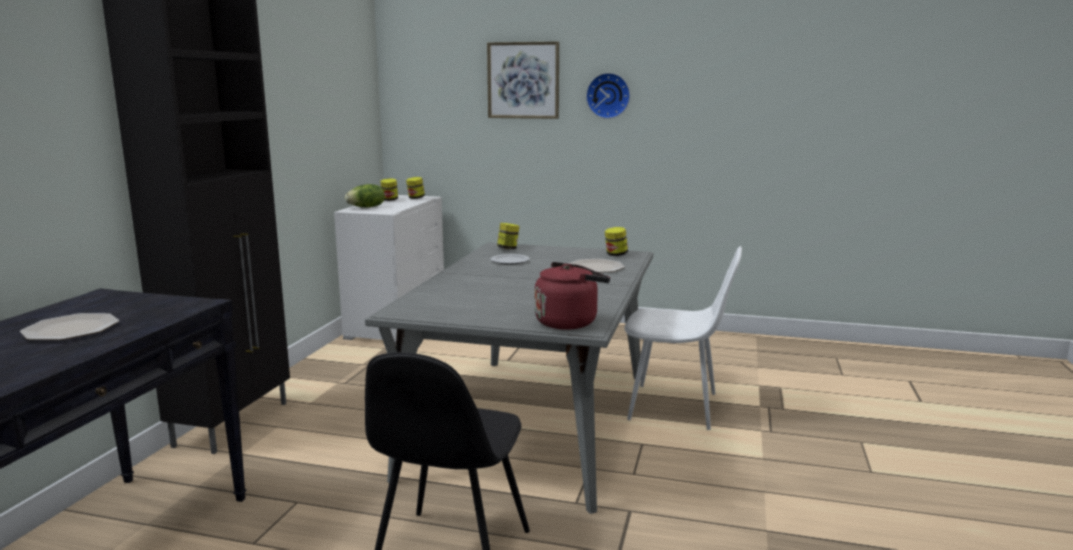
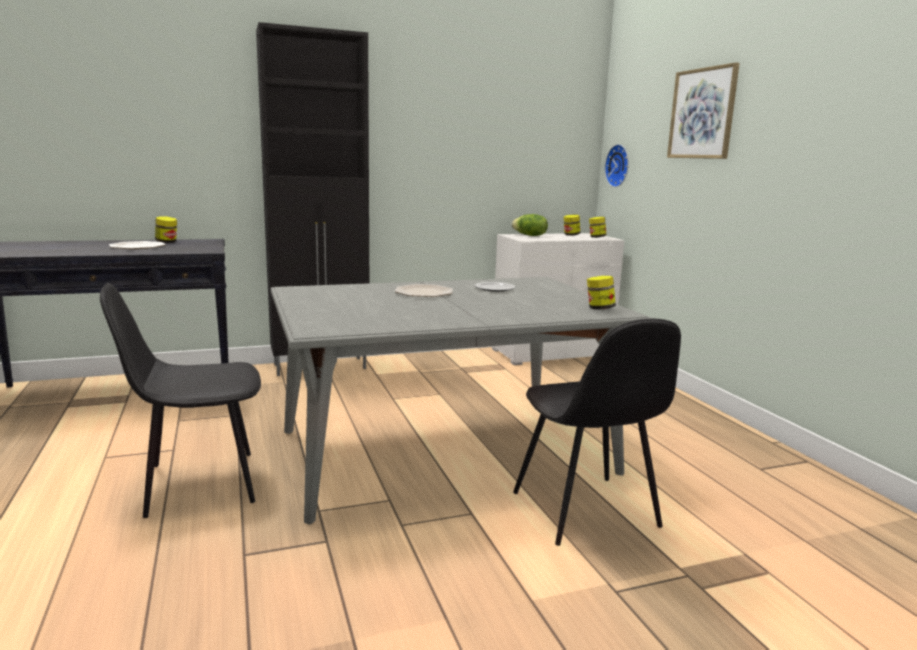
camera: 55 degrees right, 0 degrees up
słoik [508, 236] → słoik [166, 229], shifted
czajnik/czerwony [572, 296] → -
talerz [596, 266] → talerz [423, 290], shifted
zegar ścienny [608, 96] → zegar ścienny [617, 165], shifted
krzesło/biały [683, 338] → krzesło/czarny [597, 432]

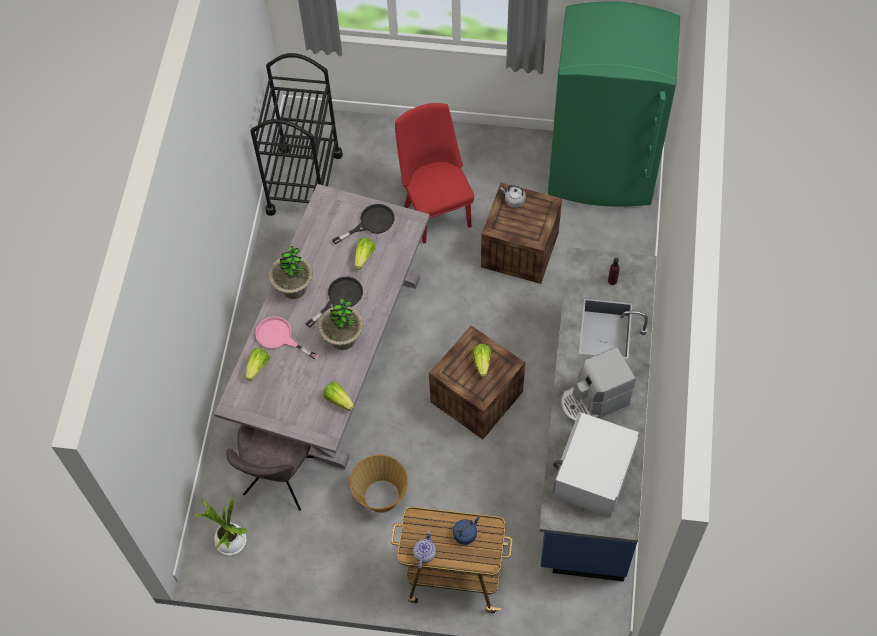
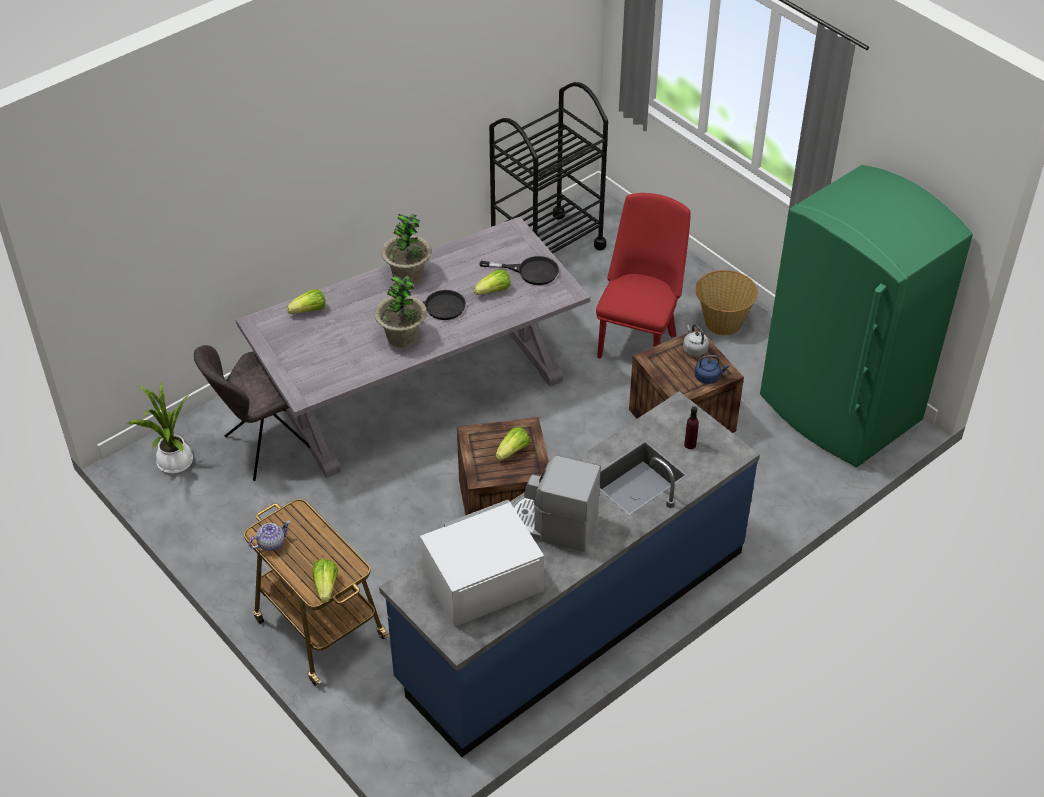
camera: 40 degrees right, 15 degrees down
patelnia/różowy [287, 338] → -
sałata [338, 396] → sałata [325, 581], shifted
koszyk [379, 484] → koszyk [726, 302], shifted
czajnik/niebieski [466, 531] → czajnik/niebieski [712, 369], shifted

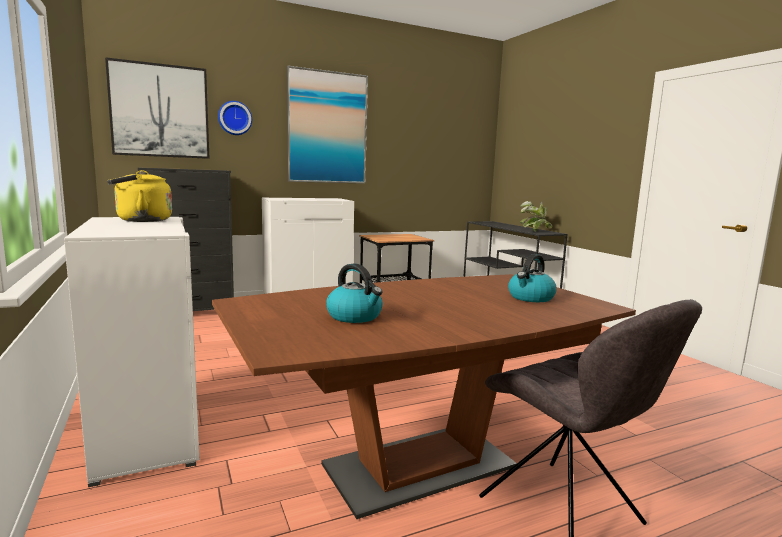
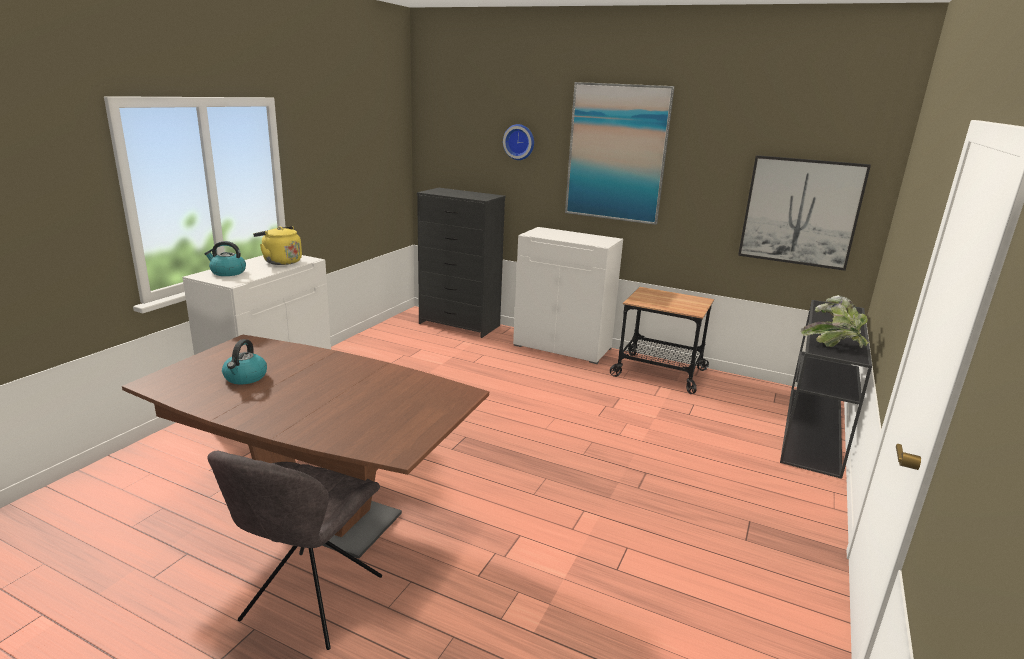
camera: 50 degrees right, 10 degrees up
obraz [157, 108] → obraz [804, 213], shifted
czajnik [532, 278] → czajnik [225, 258], shifted

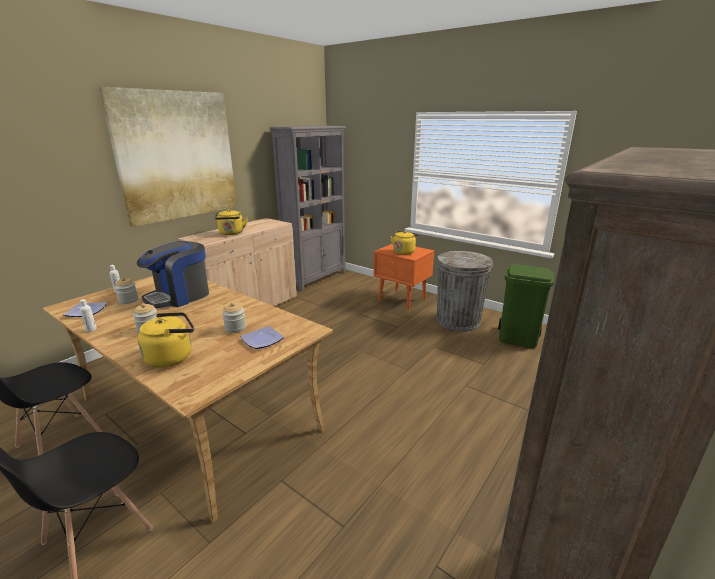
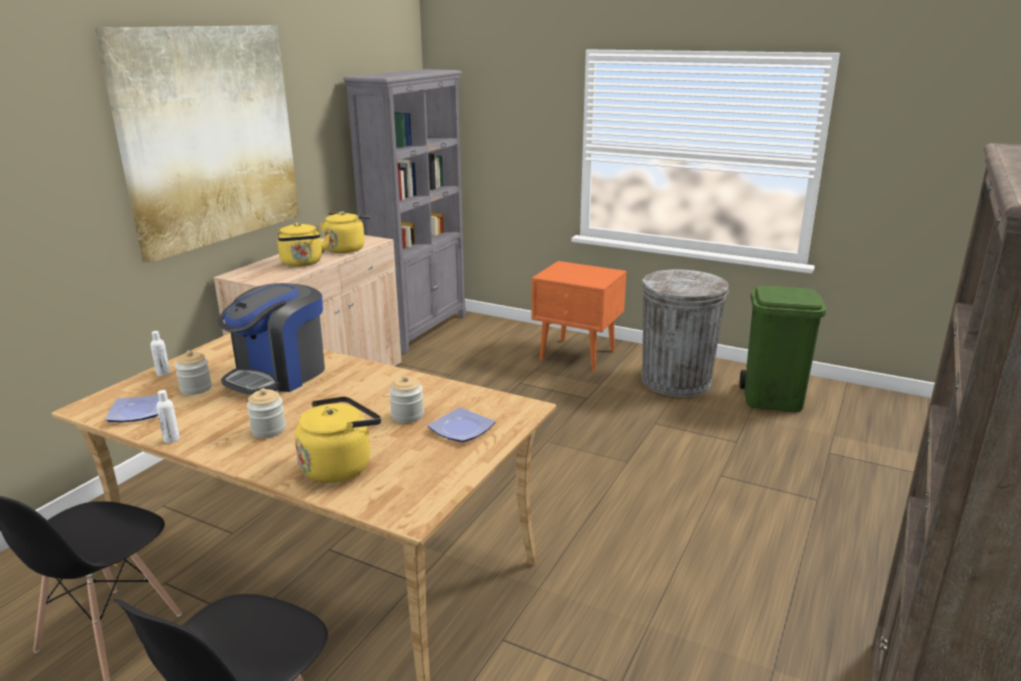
camera: 10 degrees left, 0 degrees up
czajnik/żółty [405, 243] → czajnik/żółty [345, 232], shifted

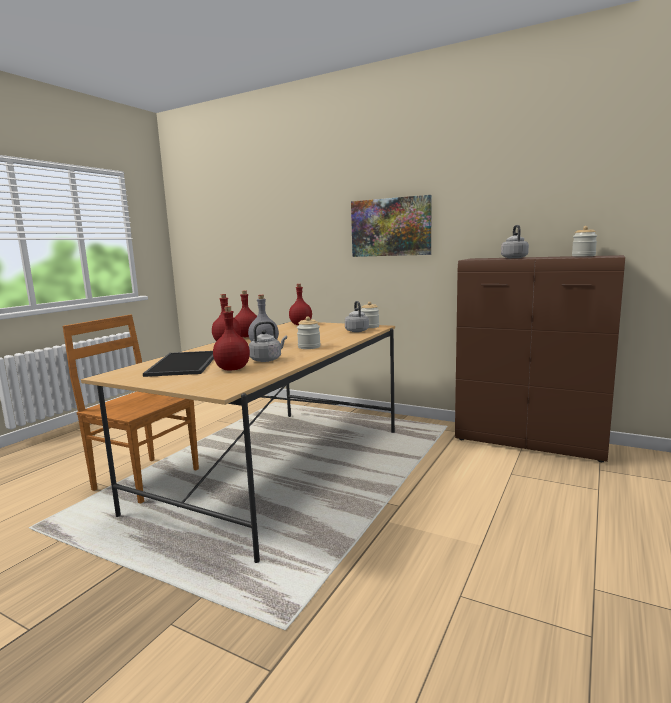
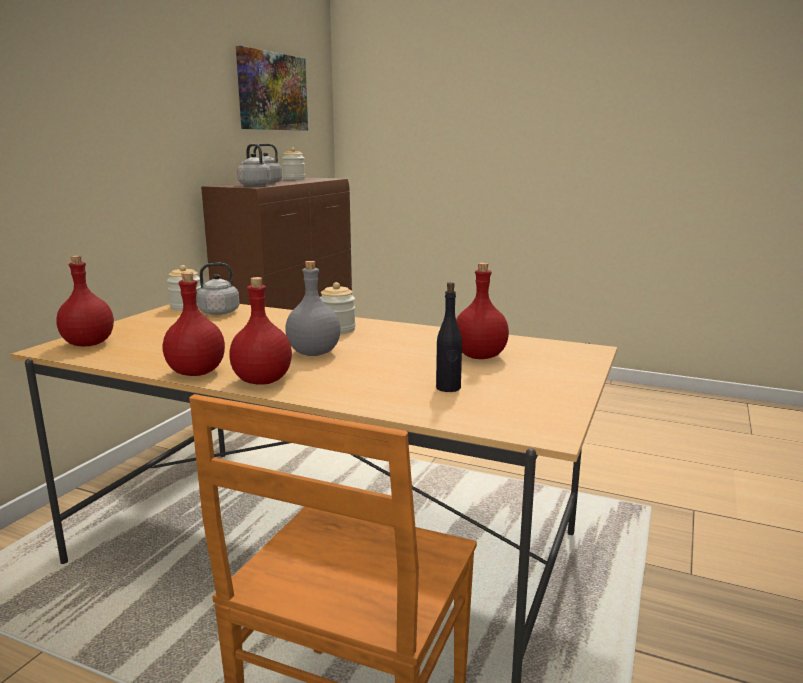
camera: 95 degrees left, 5 degrees up
taca [178, 364] → butelka/czarny [449, 337]
czajnik/szary [268, 341] → czajnik/szary [254, 165], shifted
obraz [391, 226] → obraz [272, 88], shifted

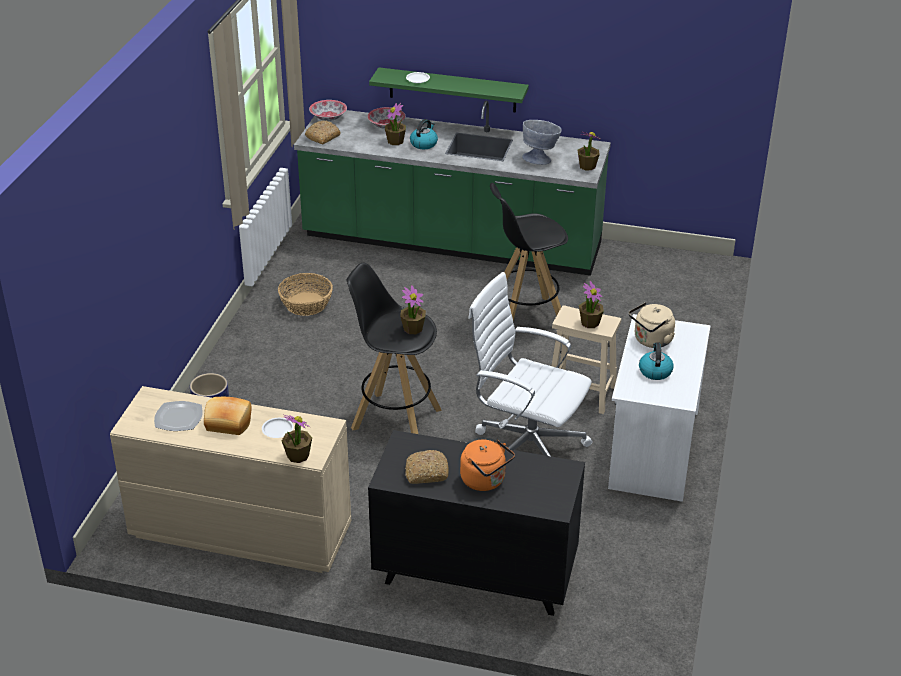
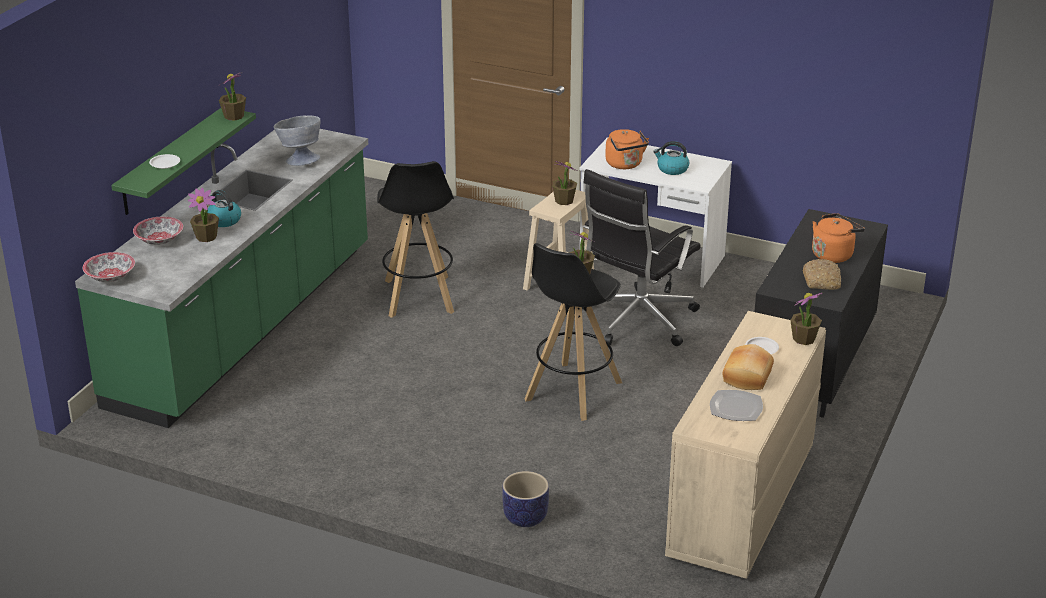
camera: 80 degrees left, 5 degrees down
koszyk [305, 294] → -
chleb [322, 132] → -
krzesło biurowe/biały [530, 364] → krzesło biurowe/czarny [641, 257]
roślina doniczkowa [589, 151] → roślina doniczkowa [232, 96], shifted
czajnik/beżowy [652, 325] → czajnik/pomarańczowy [627, 149]

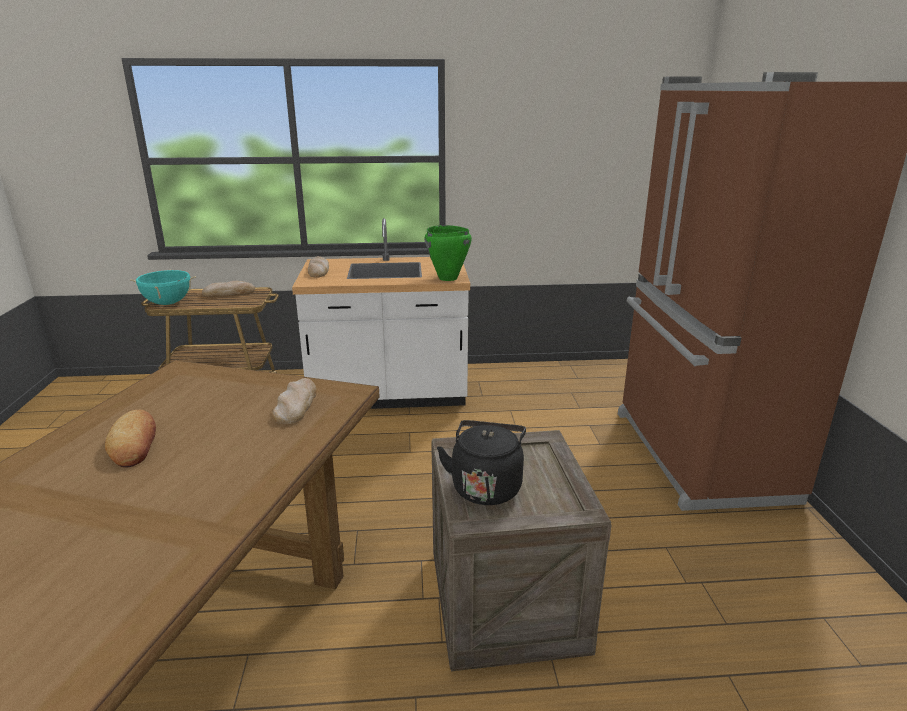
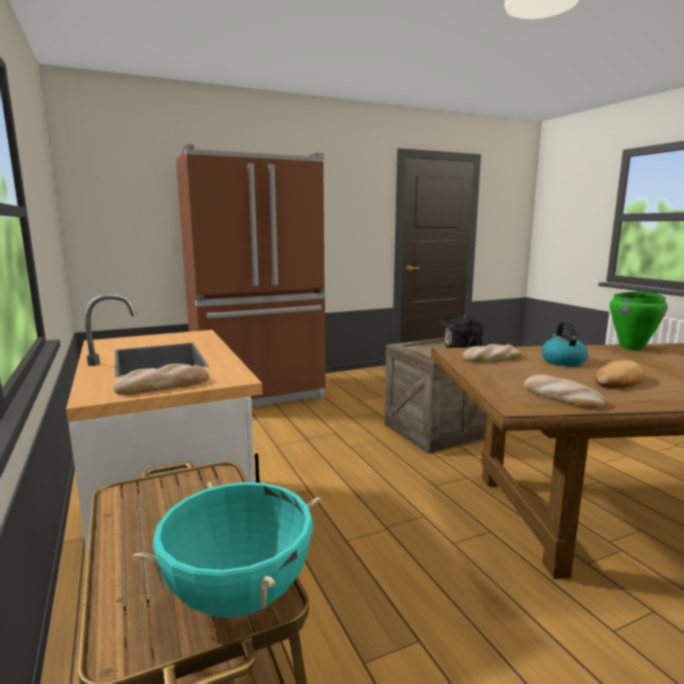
camera: 110 degrees left, 10 degrees down
chleb [228, 288] → chleb [564, 391], shifted
garnek/zielony [448, 253] → garnek/zielony [639, 321], shifted
- → czajnik [564, 344]

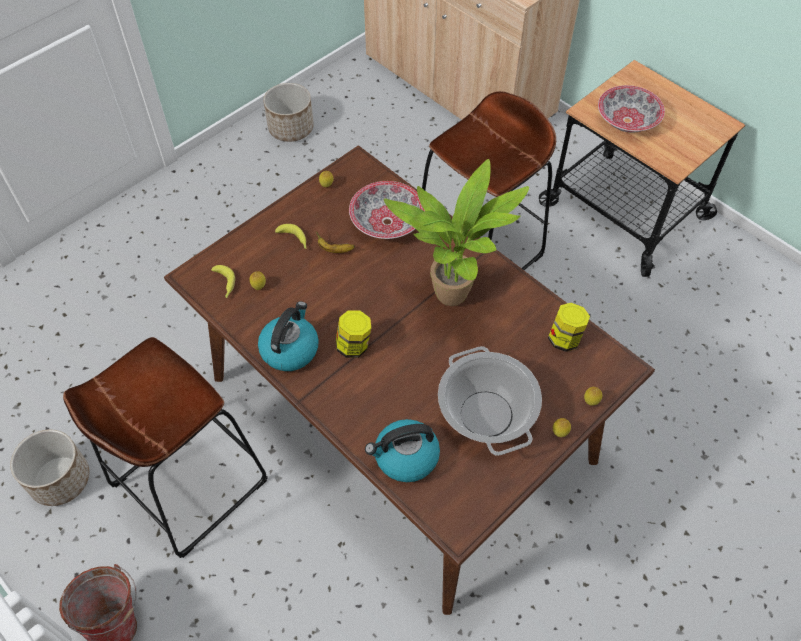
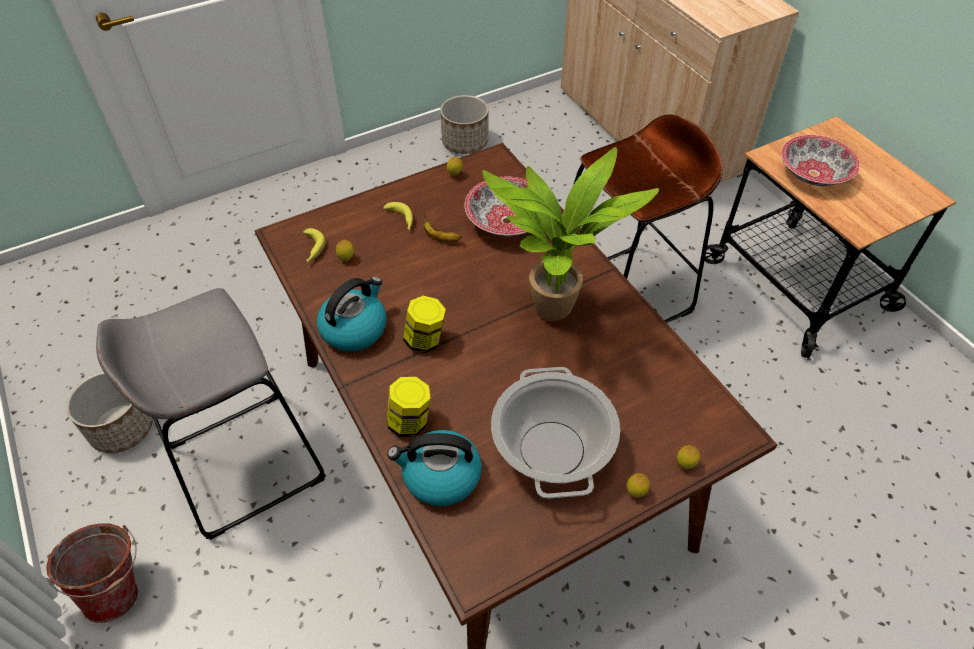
camera: 15 degrees right, 5 degrees down
stołek/brązowy [165, 447] → stołek/szary [211, 414]
słoik [569, 327] → słoik [408, 407], shifted

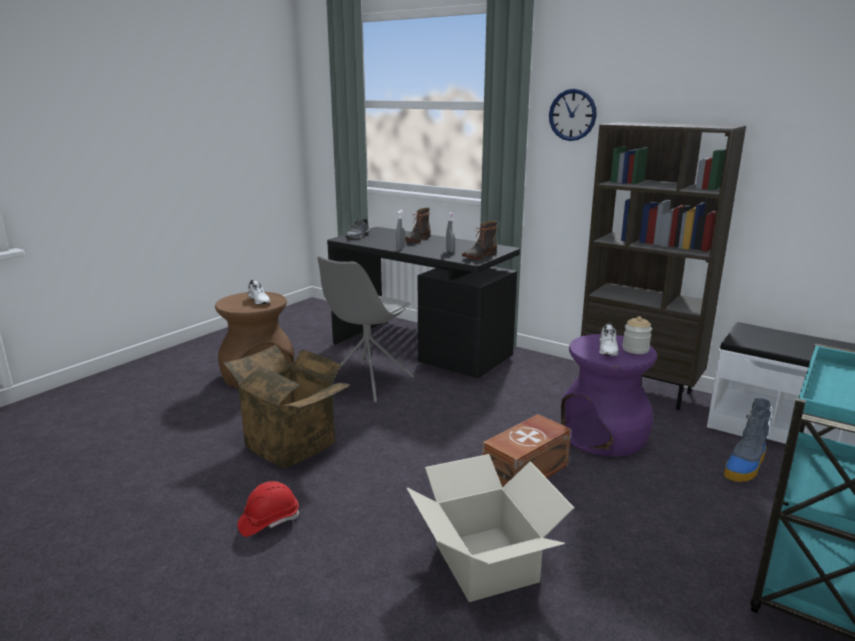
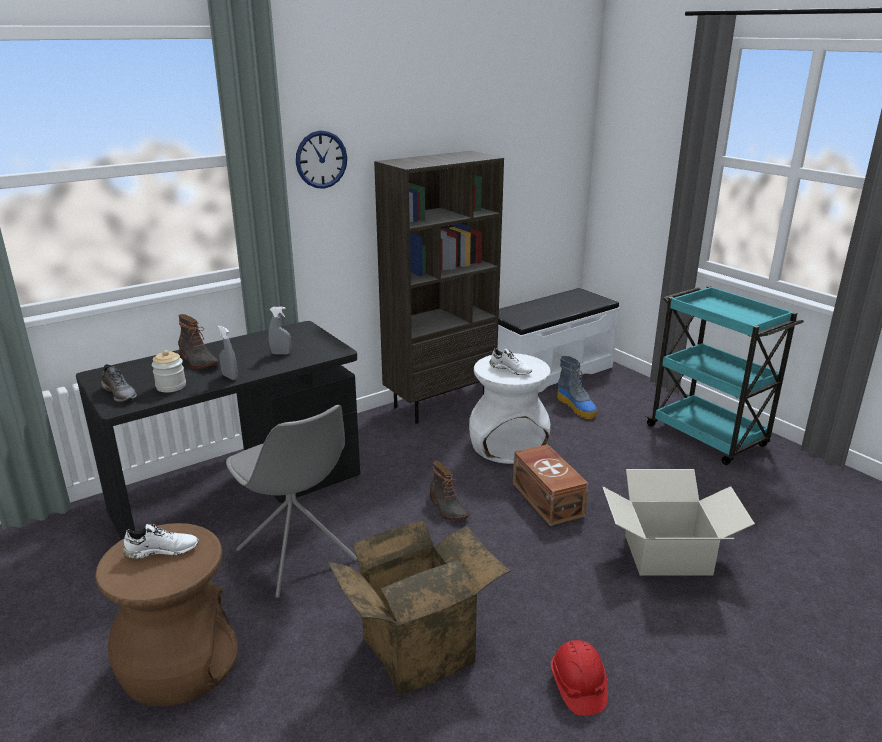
camera: 70 degrees left, 5 degrees up
but z cholewką [479, 240] → but z cholewką [449, 491], shifted
stołek/fioletowy [609, 395] → stołek/biały [510, 408]
słoik [637, 335] → słoik [169, 371], shifted

